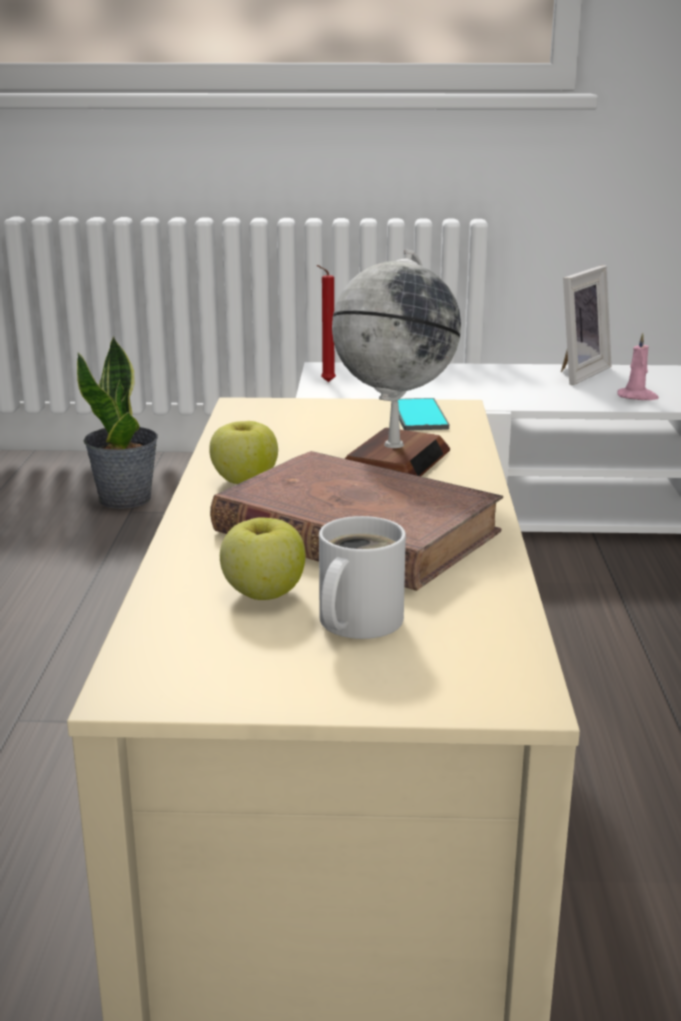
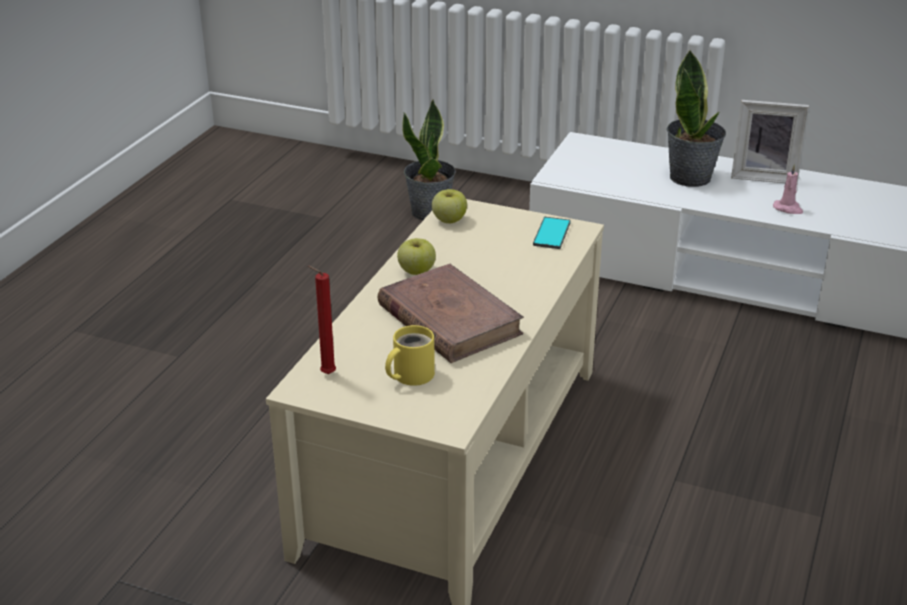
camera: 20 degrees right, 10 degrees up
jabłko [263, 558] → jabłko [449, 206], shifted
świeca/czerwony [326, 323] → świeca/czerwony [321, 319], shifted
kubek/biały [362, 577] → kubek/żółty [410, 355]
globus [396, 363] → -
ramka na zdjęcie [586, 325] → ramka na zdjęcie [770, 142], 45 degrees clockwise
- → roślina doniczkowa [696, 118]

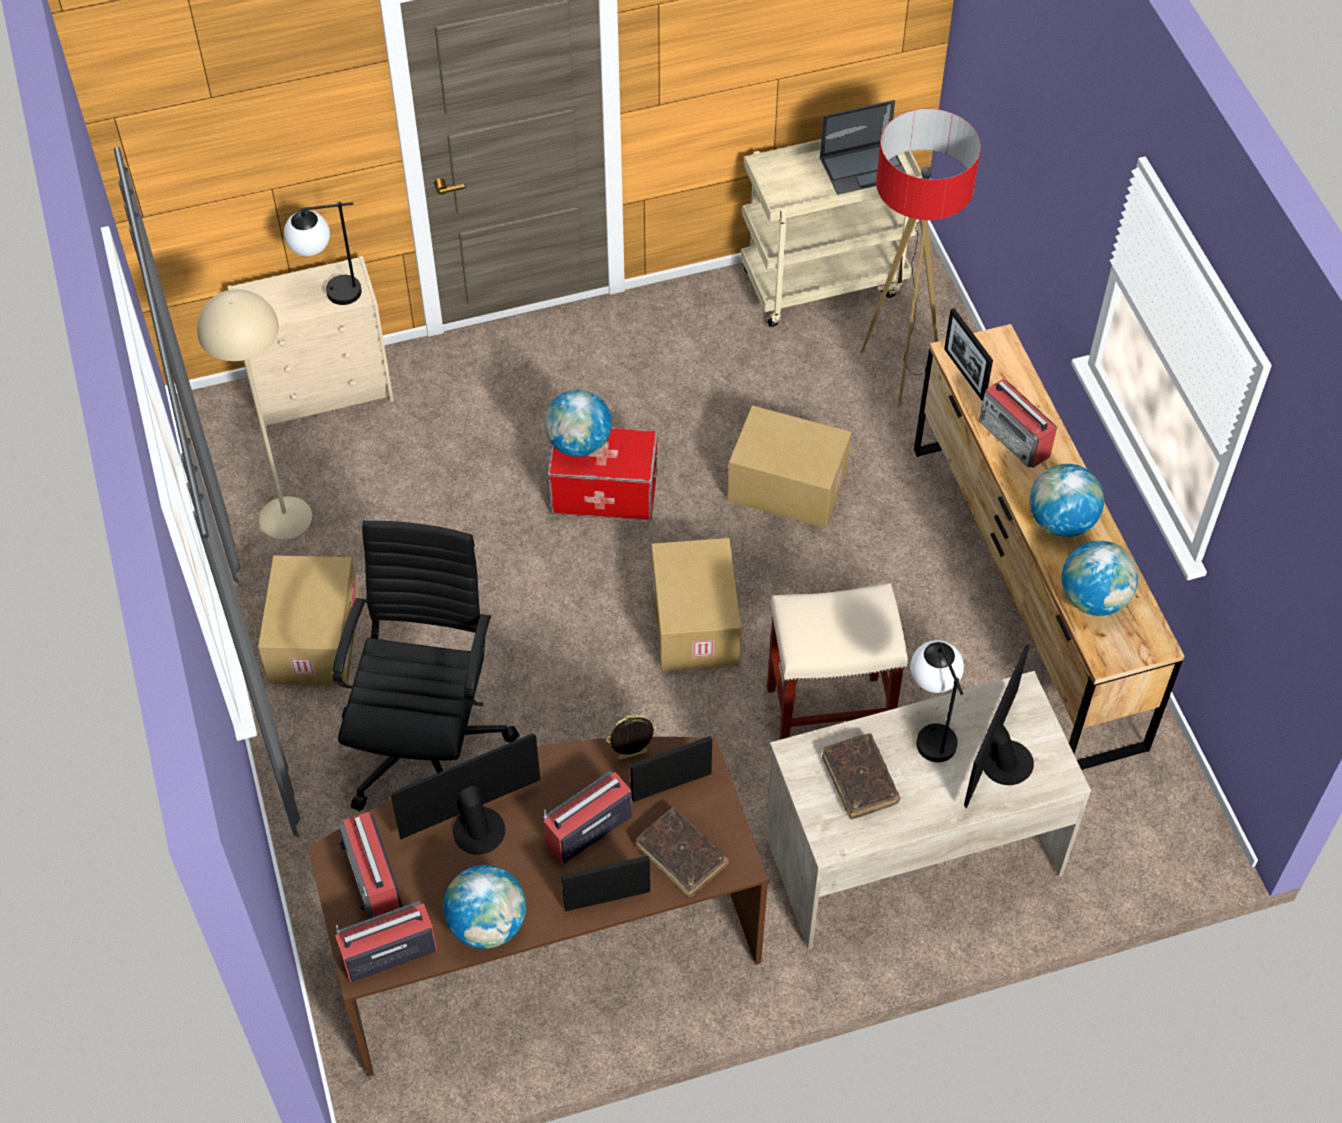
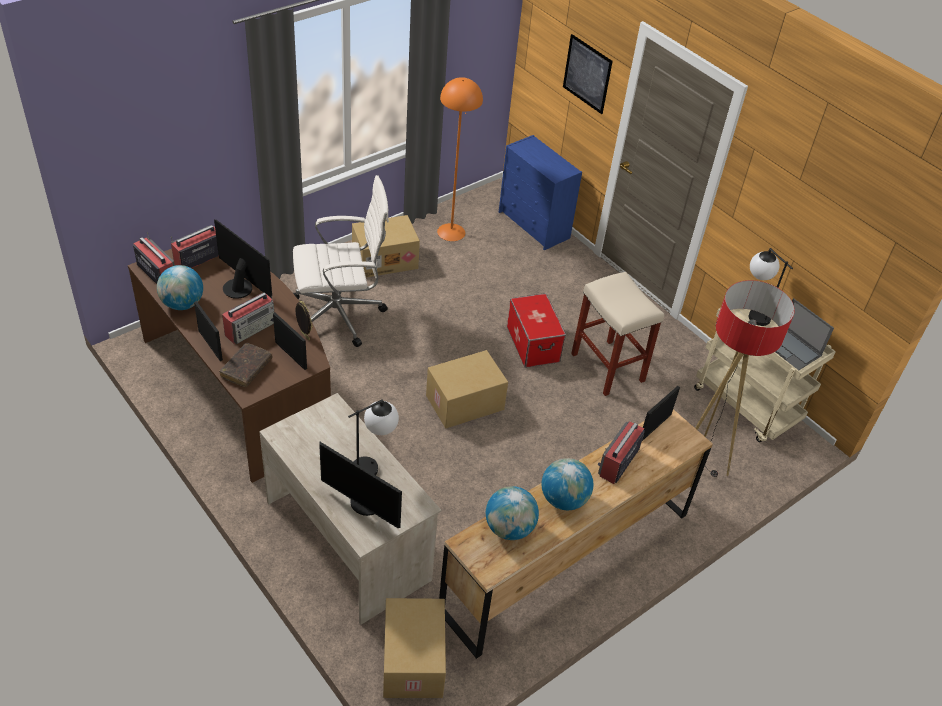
camera: 65 degrees right, 10 degrees down
lampa stojąca/beżowy [254, 414] → lampa stojąca/pomarańczowy [460, 159]
komoda/beżowy [310, 343] → komoda/niebieski [540, 192]
lampa stołowa [323, 253] → lampa stołowa [771, 287], shifted
krzesło biurowe/czarny [425, 666] → krzesło biurowe/biały [341, 261]
radio [587, 817] → radio [248, 318], 105 degrees clockwise
globus [578, 423] → -
karton [789, 466] → karton [414, 648], shifted
stołek/beżowy [837, 661] → stołek/beżowy [617, 334], shifted
książka/brązowy [861, 776] → -
monitor [999, 726] → monitor [360, 485], 150 degrees counterclockwise
- → obraz [588, 74]

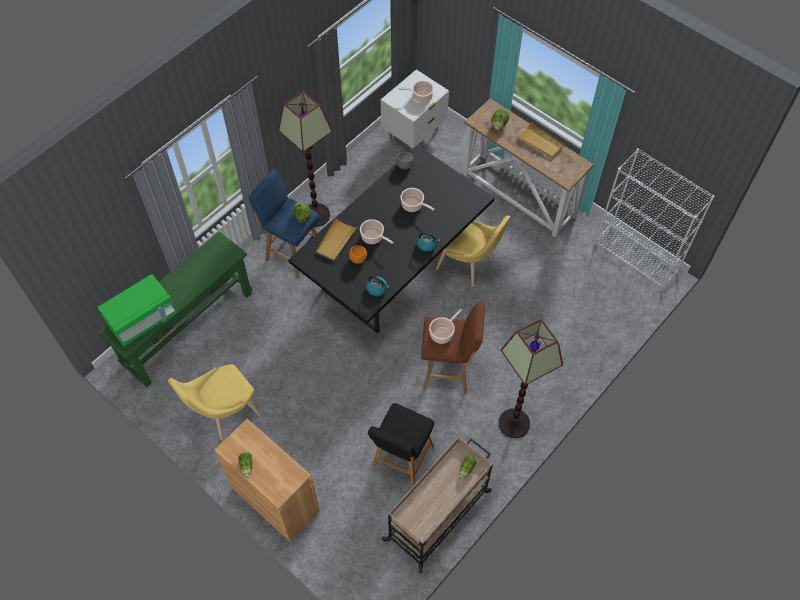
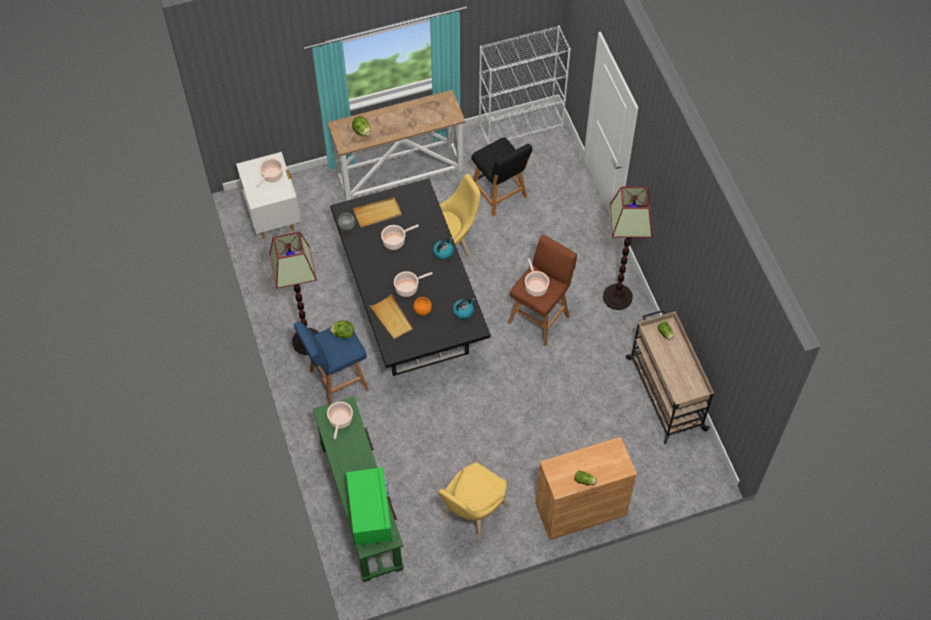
camera: 60 degrees left, 0 degrees up
krzesło/żółty [214, 402] → krzesło/żółty [473, 501], 45 degrees clockwise
stołek/czarny [401, 444] → stołek/czarny [502, 176], shifted
taca/beżowy [541, 140] → taca/beżowy [377, 212], shifted
- → garnek [340, 420]

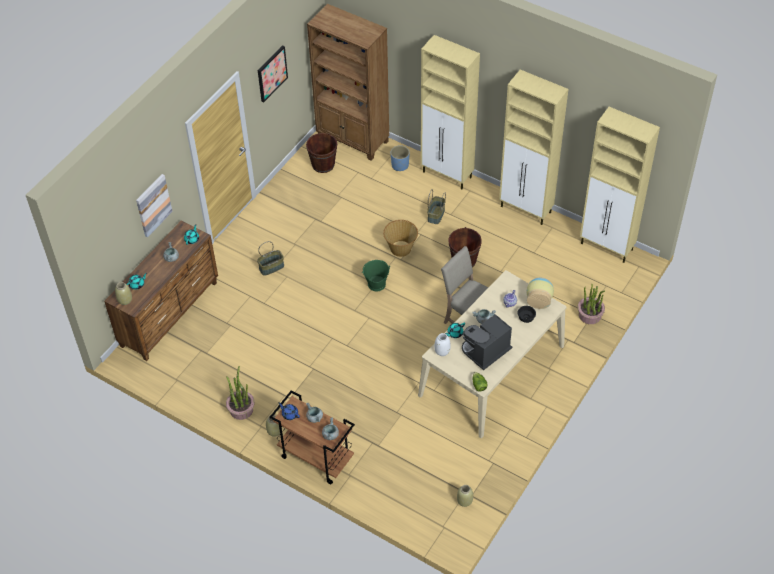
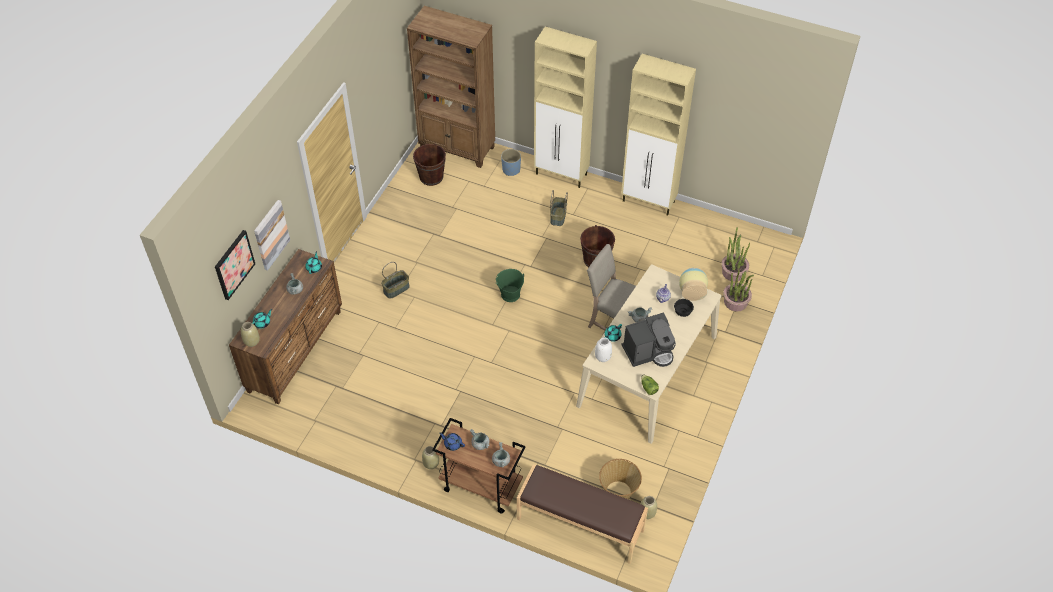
camera: 10 degrees left, 0 degrees up
roślina doniczkowa [240, 393] → roślina doniczkowa [735, 254], shifted
obraz [273, 73] → obraz [235, 265], shifted
koszyk [400, 238] → koszyk [620, 479], shifted
ekspres do kawy [487, 342] → ekspres do kawy [648, 339], 150 degrees counterclockwise
szafka/beżowy [620, 185] → -
- → ławka/brązowy [582, 514]

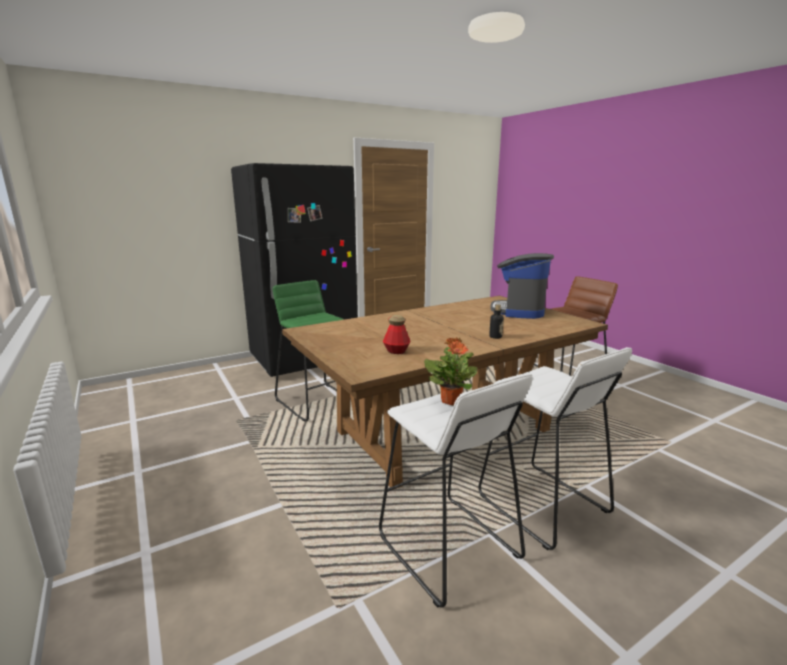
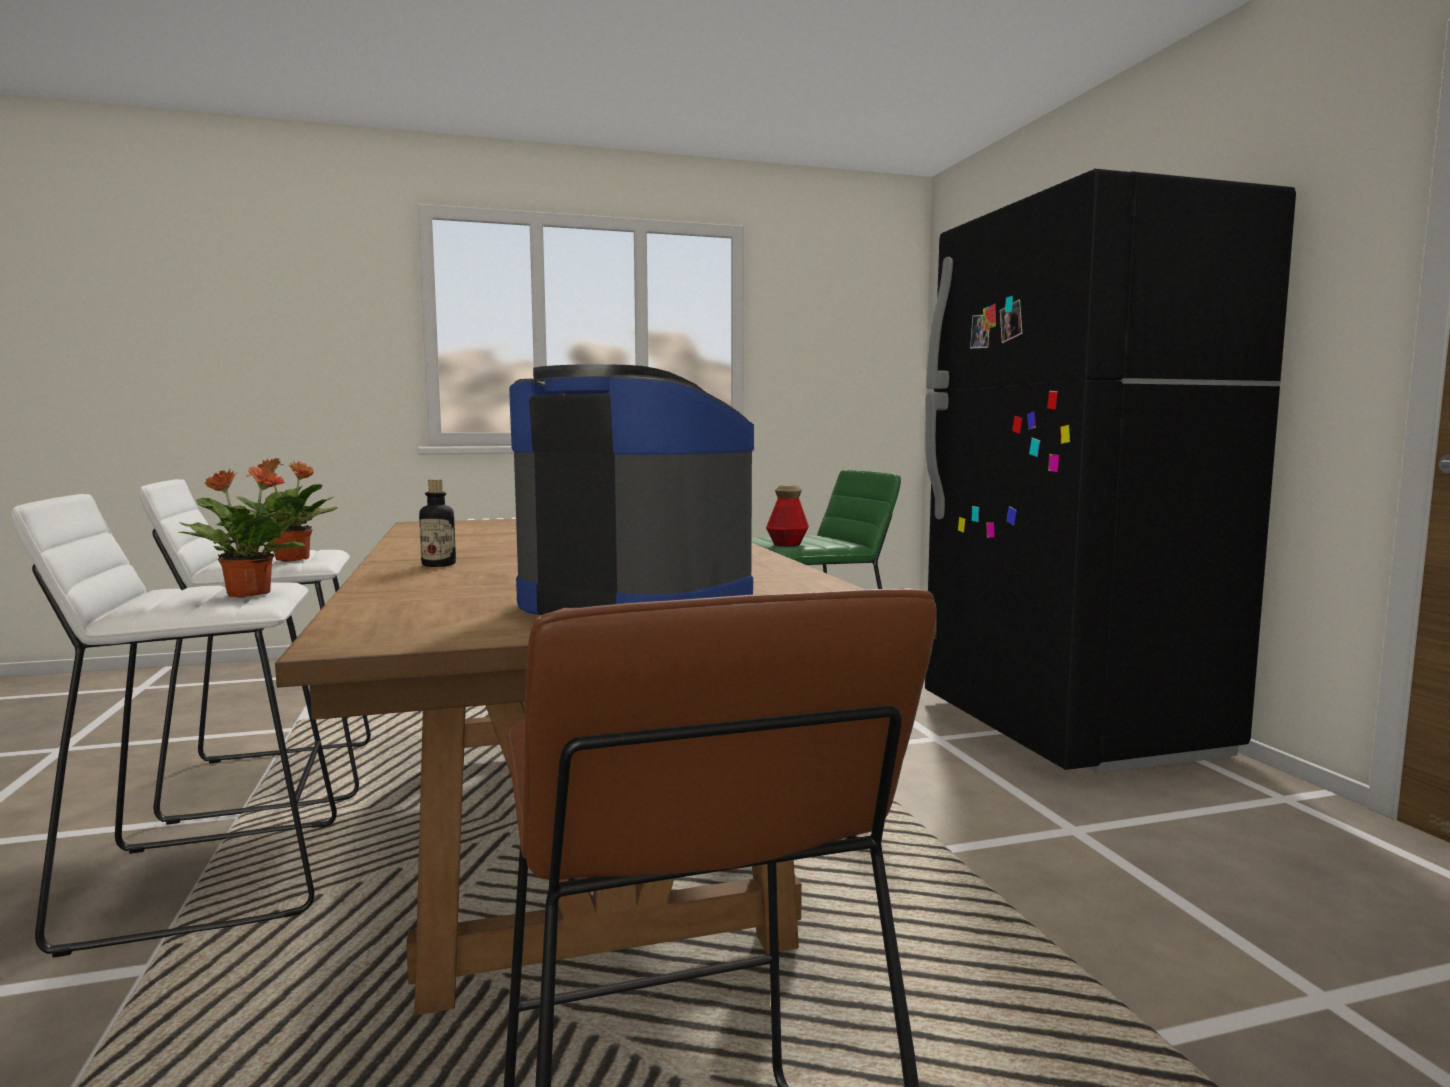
camera: 105 degrees right, 10 degrees down
butelka [397, 334] → butelka [787, 515], shifted
- → roślina doniczkowa [244, 532]

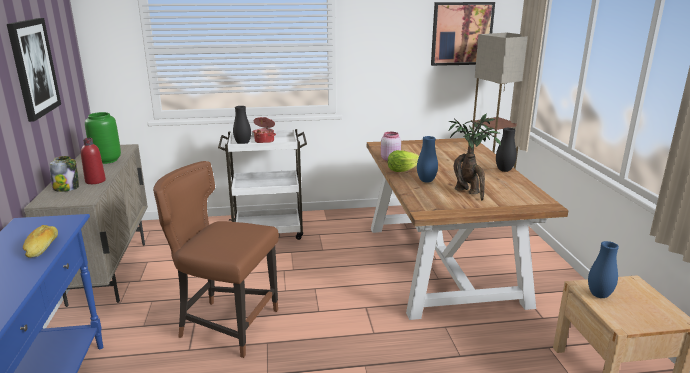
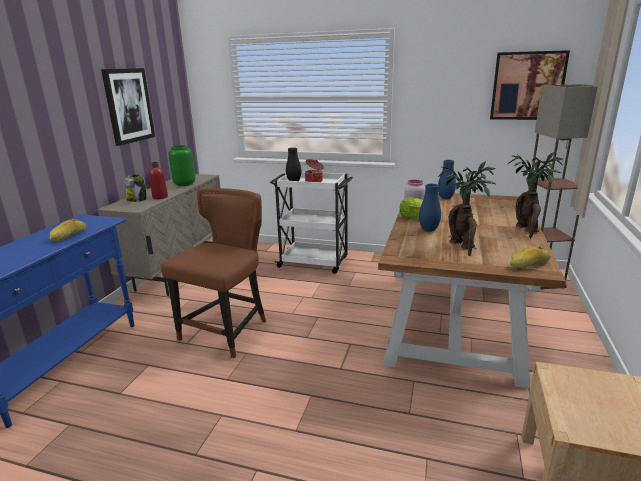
camera: 25 degrees right, 0 degrees up
krzesło/brązowy [216, 259] → krzesło/brązowy [213, 273], 75 degrees clockwise
wazon/czarny [506, 150] → roślina doniczkowa [535, 195]
wazon/niebieski [603, 269] → wazon/niebieski [447, 179], shifted
- → chleb [530, 257]

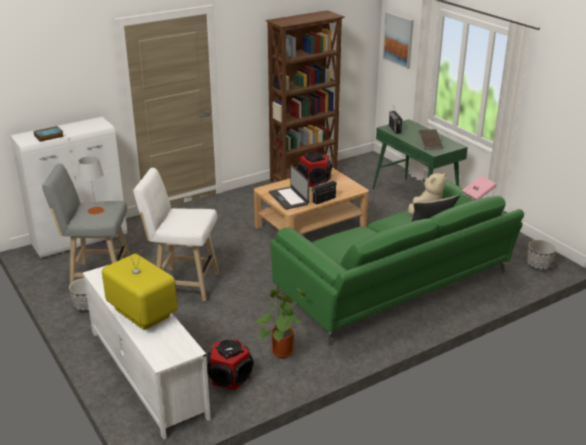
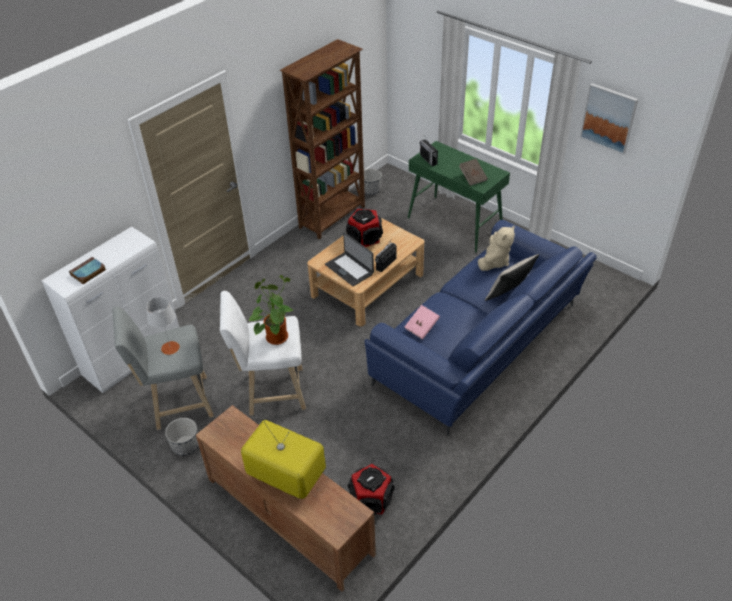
camera: 15 degrees left, 15 degrees up
szafka pod telewizor/biały [147, 352] → szafka pod telewizor/brązowy [286, 498]
roślina doniczkowa [280, 323] → roślina doniczkowa [271, 310], shifted
kanapa/zielony [397, 263] → kanapa/niebieski [481, 328]
obraz [398, 40] → obraz [609, 119], shifted
książka/różowy [479, 188] → książka/różowy [422, 322], shifted
donica [542, 255] → donica [373, 182], shifted

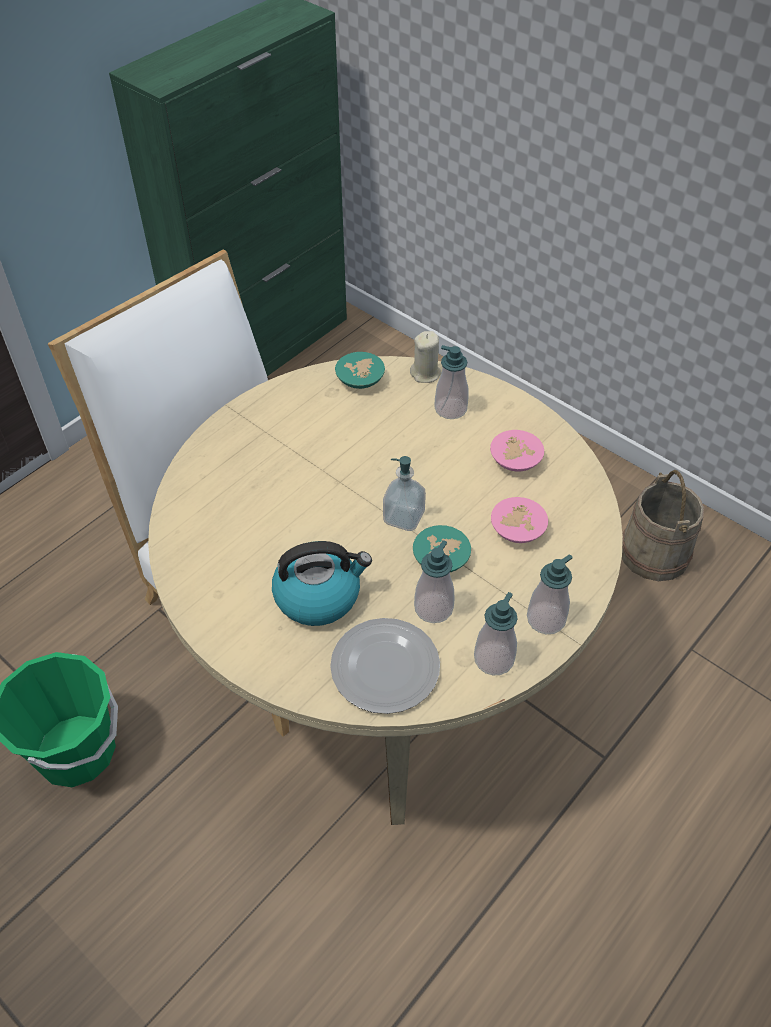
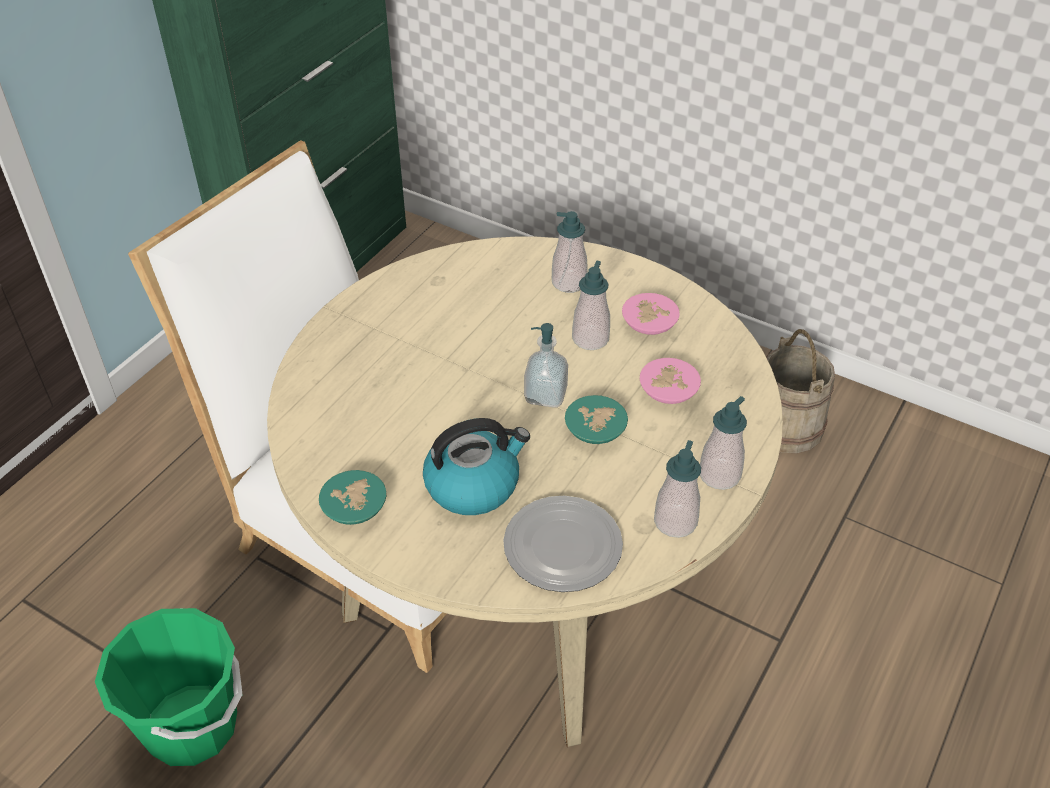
camera: 10 degrees left, 5 degrees down
miska/turkusowy [360, 370] → miska/turkusowy [352, 497], shifted
świeca/beżowy [426, 357] → -
dozownik mydła [434, 581] → dozownik mydła [591, 305], shifted

